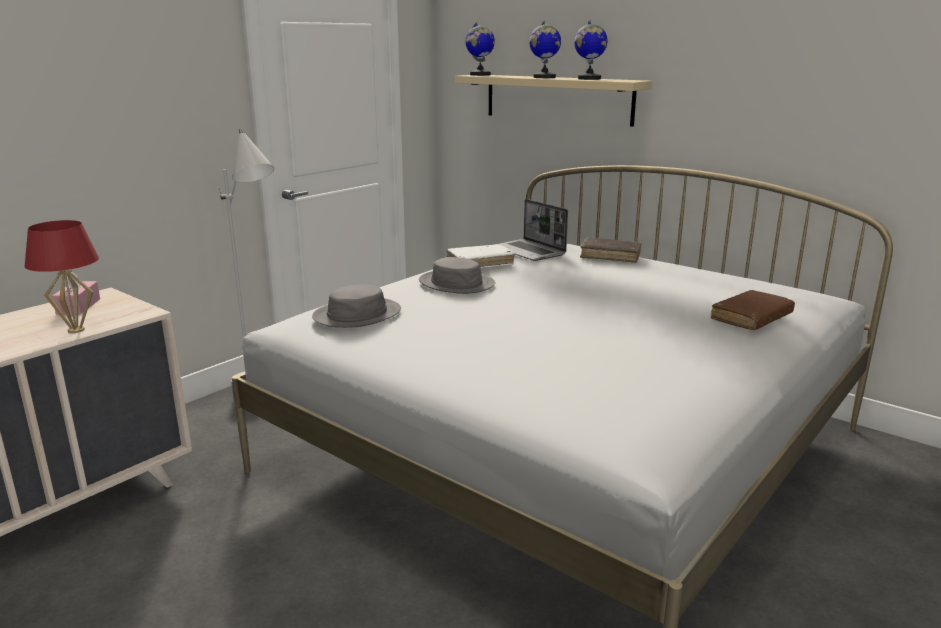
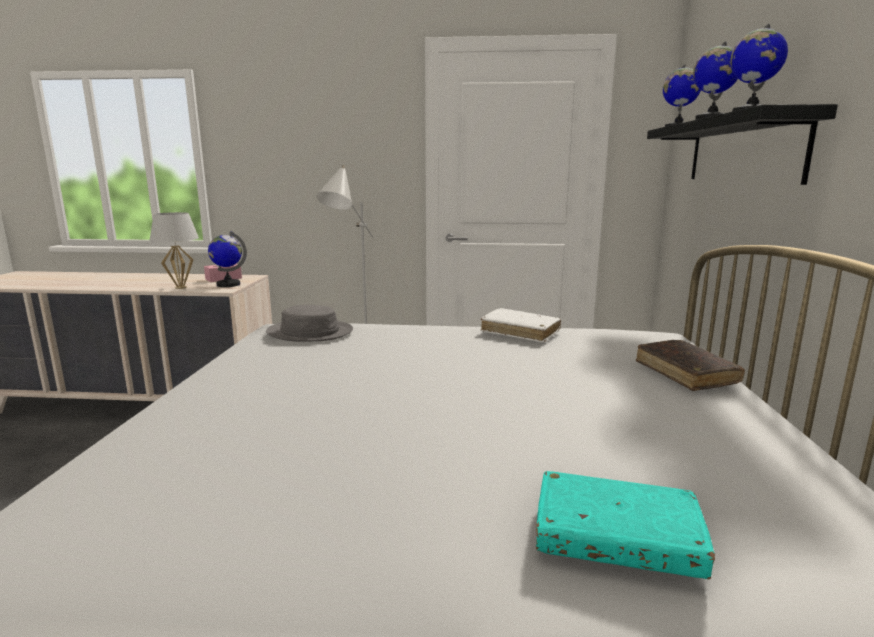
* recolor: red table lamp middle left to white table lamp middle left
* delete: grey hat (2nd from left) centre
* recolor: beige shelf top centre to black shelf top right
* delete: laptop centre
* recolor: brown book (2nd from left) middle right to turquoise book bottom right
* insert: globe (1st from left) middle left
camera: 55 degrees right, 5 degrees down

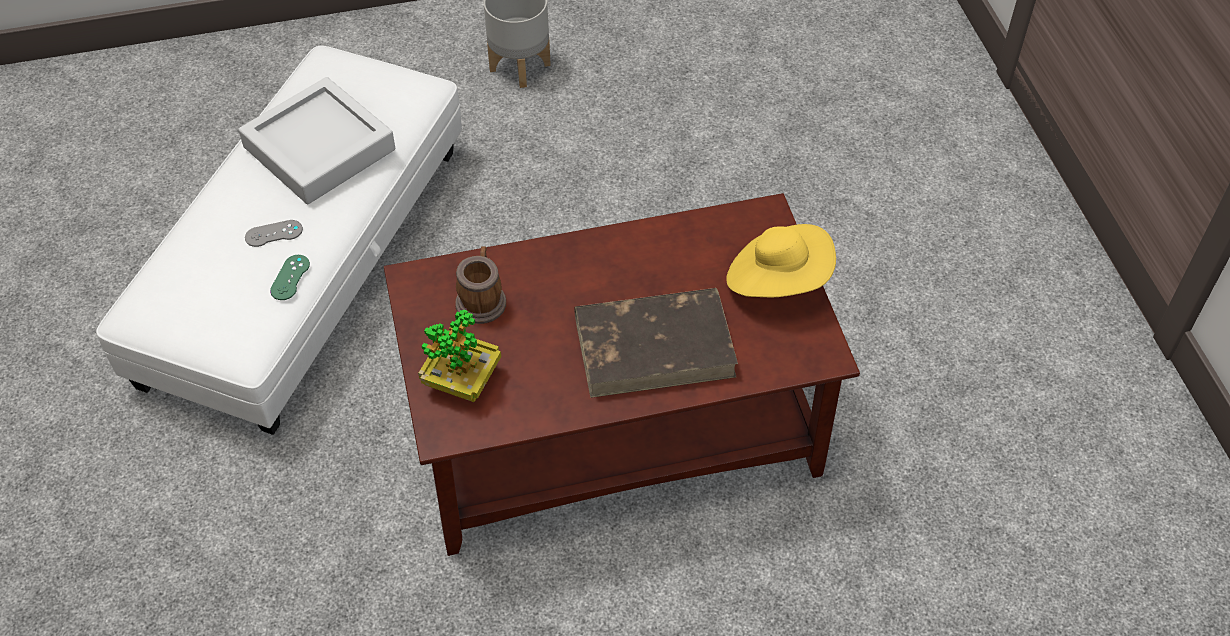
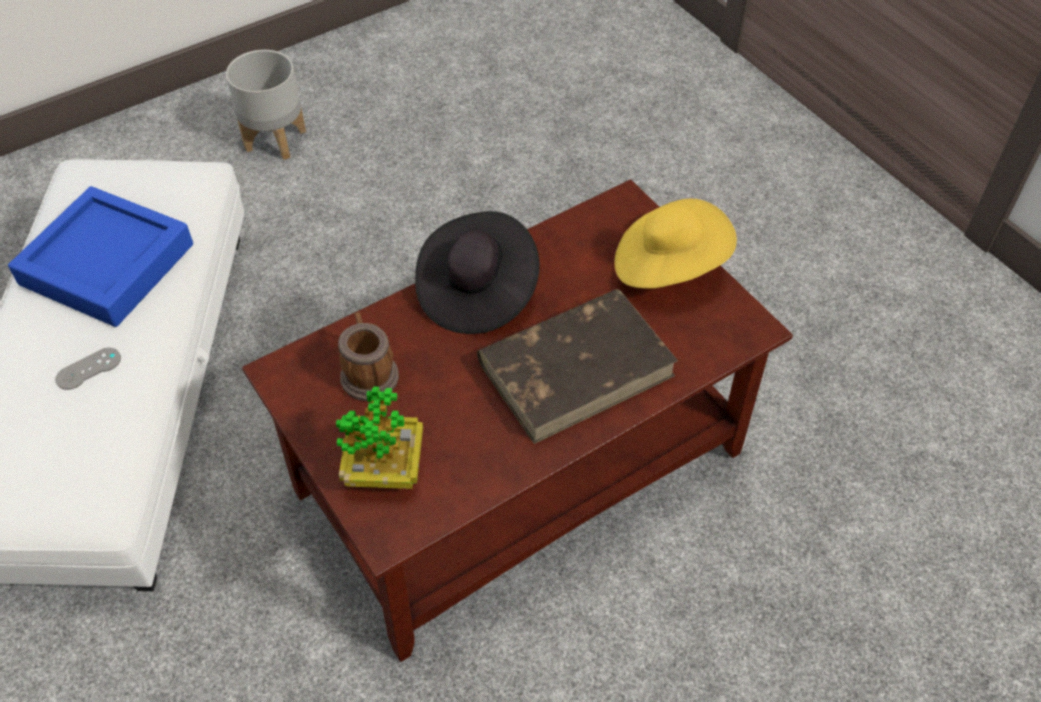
* recolor: grey tray top left to blue tray middle left
* delete: green game controller middle left
* insert: black hat centre
camera: 20 degrees left, 0 degrees up

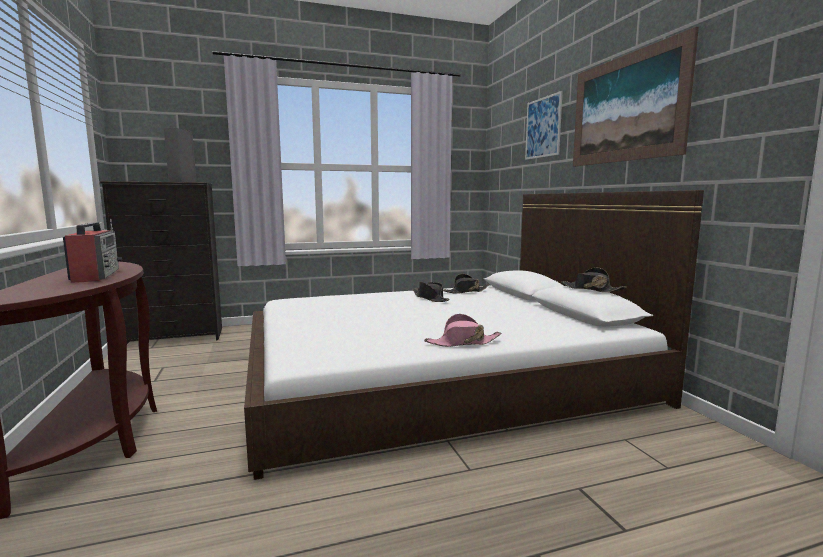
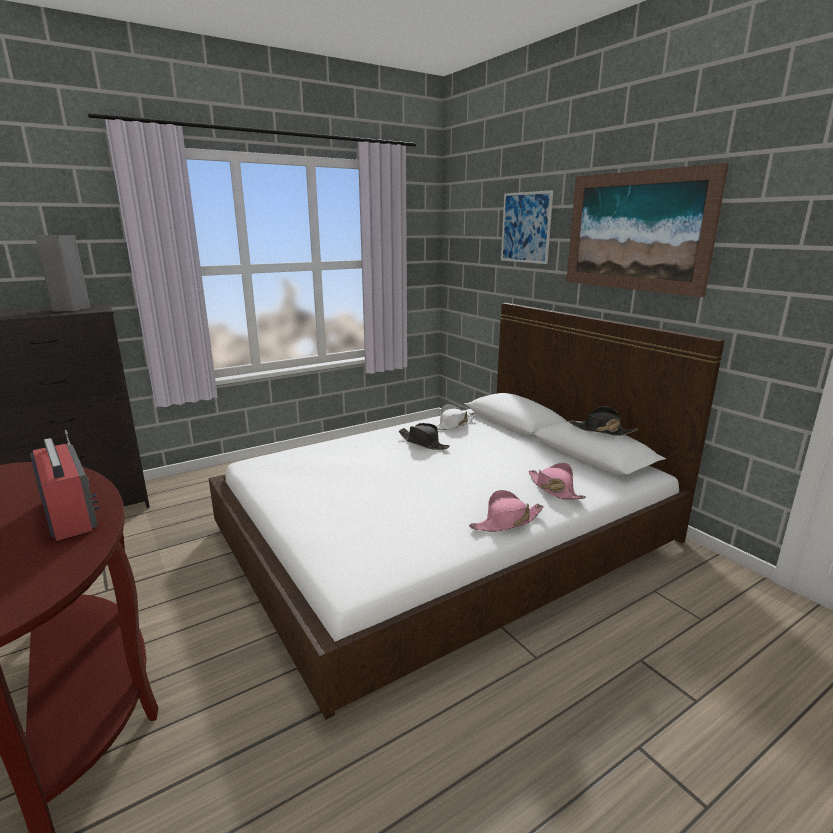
* recolor: black hat (2nd from left) centre to white hat centre
* insert: pink hat (2nd from left) middle right
camera: 15 degrees left, 10 degrees up

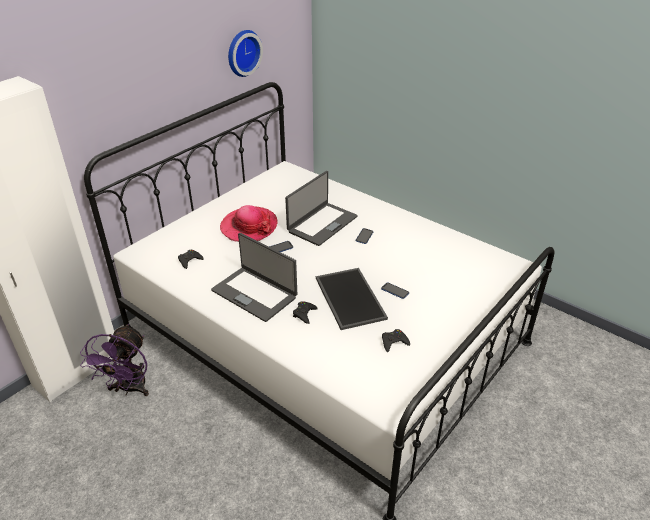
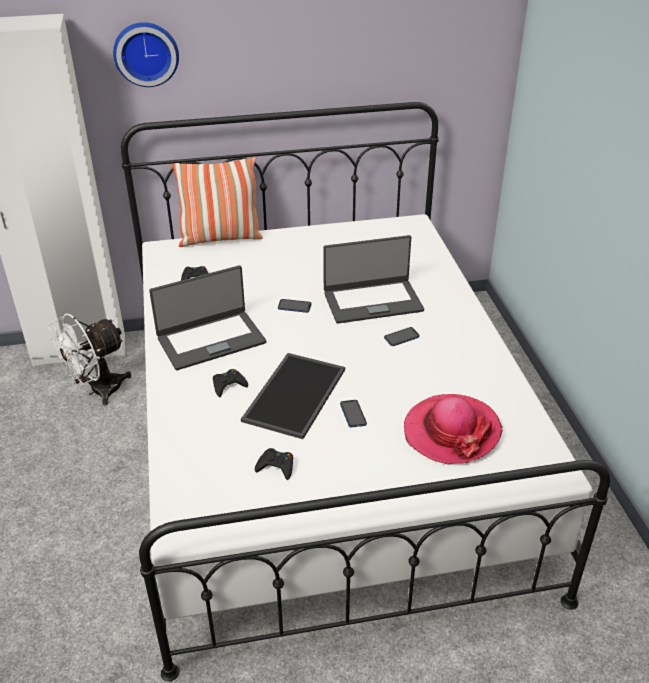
* recolor: purple fan bottom left to white fan middle left
* rotate: laptop (1st from left) centre = middle left 105 degrees counterclockwise
* move: hat centre to middle right
* move: wall clock top centre to top left
* insert: pillow top centre
camera: 40 degrees right, 0 degrees up

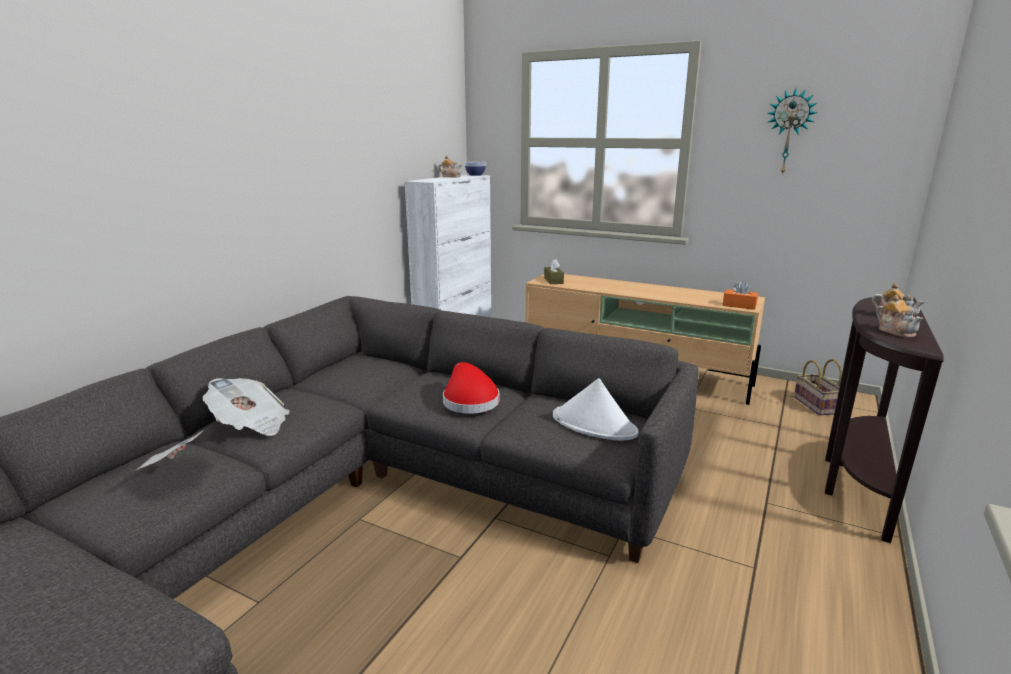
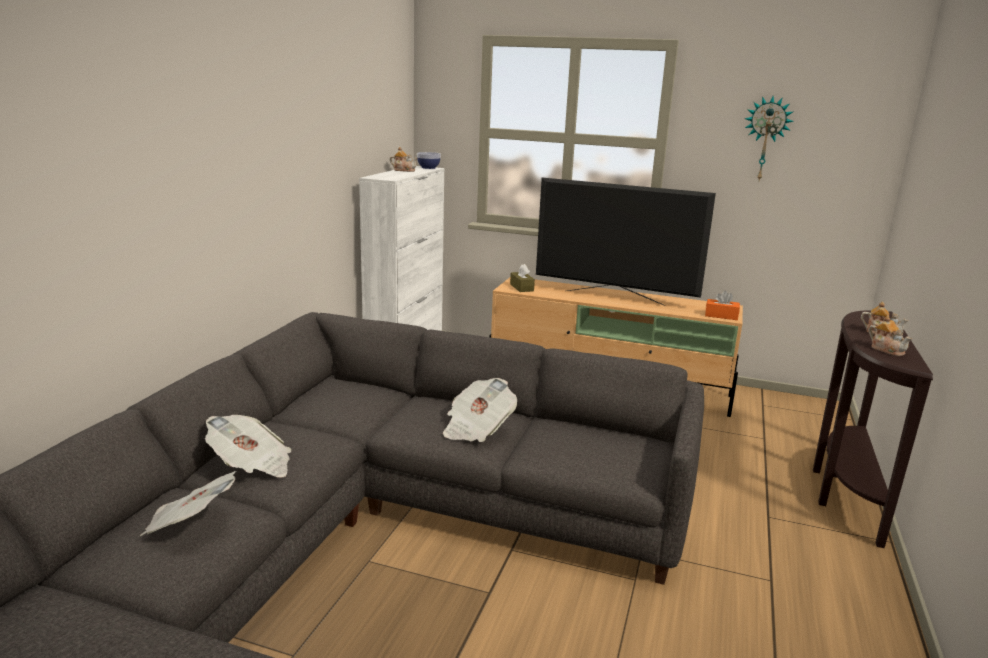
* replace: red hat centre to newspaper (3rd from left) centre
* delete: white hat centre
* delete: basket middle right
* insert: television centre
camera: 10 degrees left, 0 degrees up

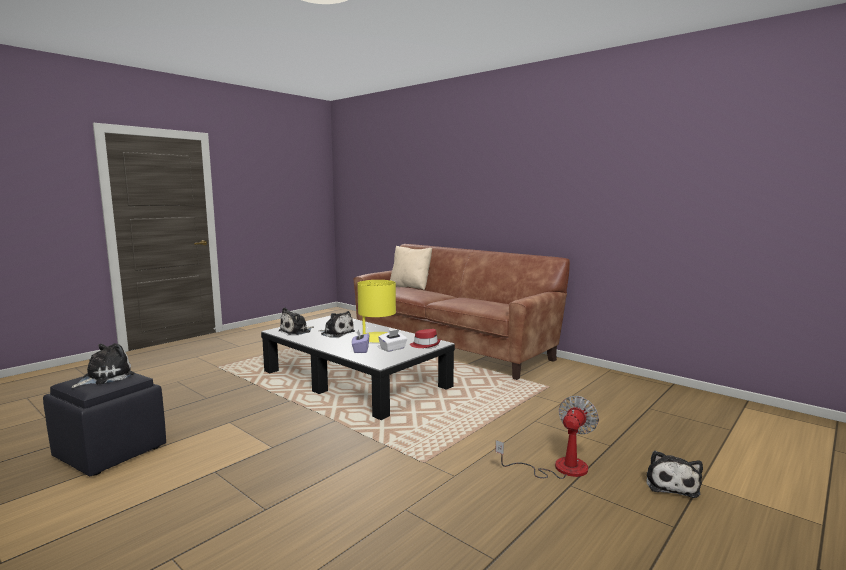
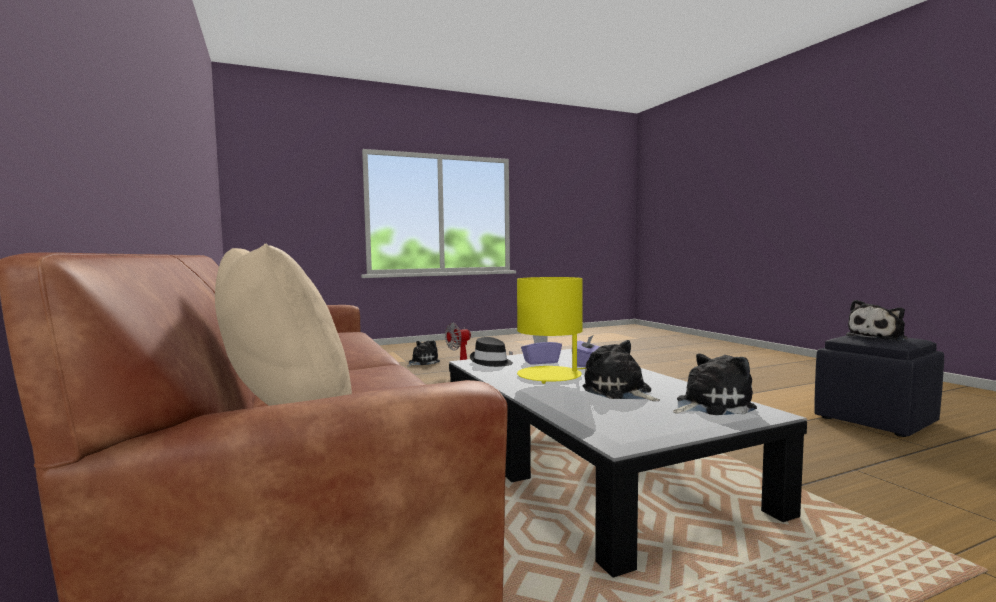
* recolor: white tissue box centre to purple tissue box (1st from left) centre
* recolor: red hat centre to black hat centre
camera: 155 degrees left, 5 degrees down

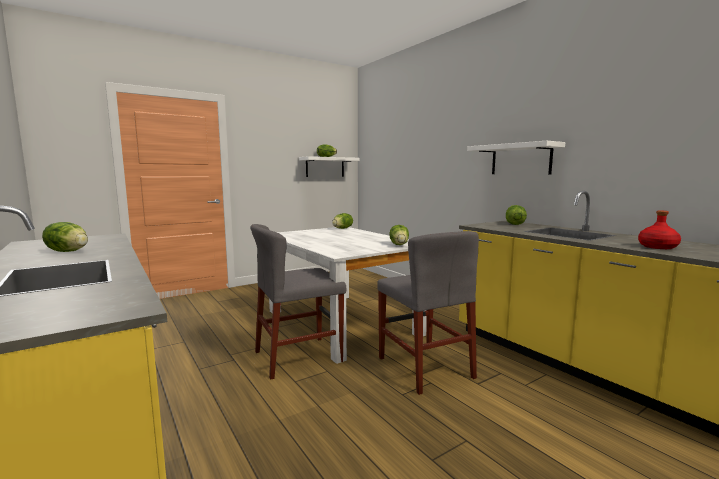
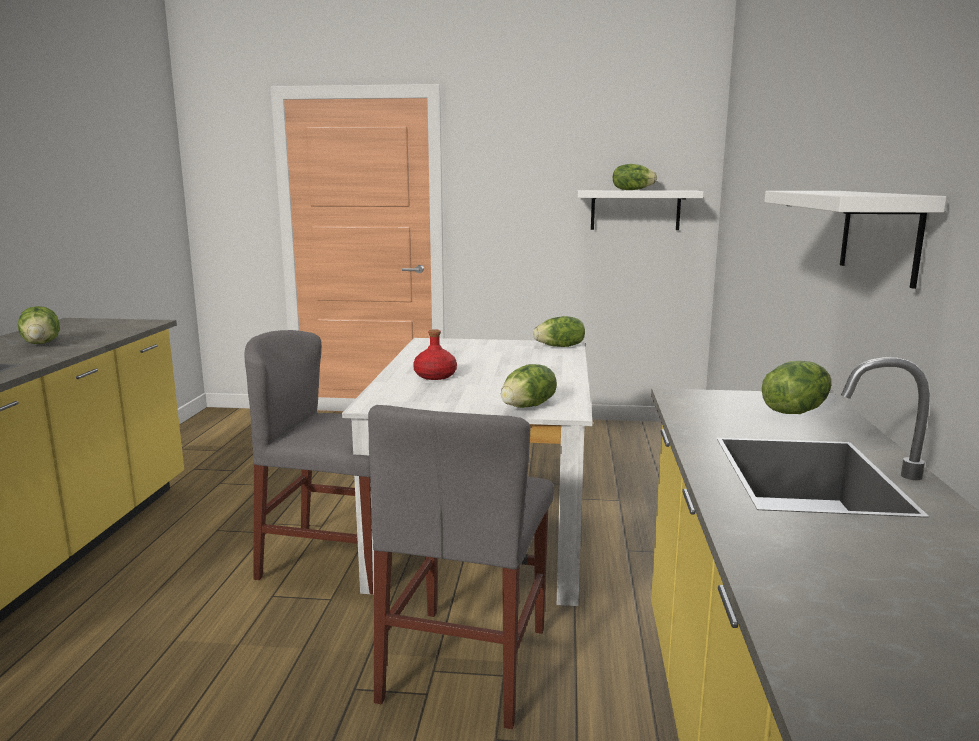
* move: red bottle middle right to centre
camera: 40 degrees right, 5 degrees up

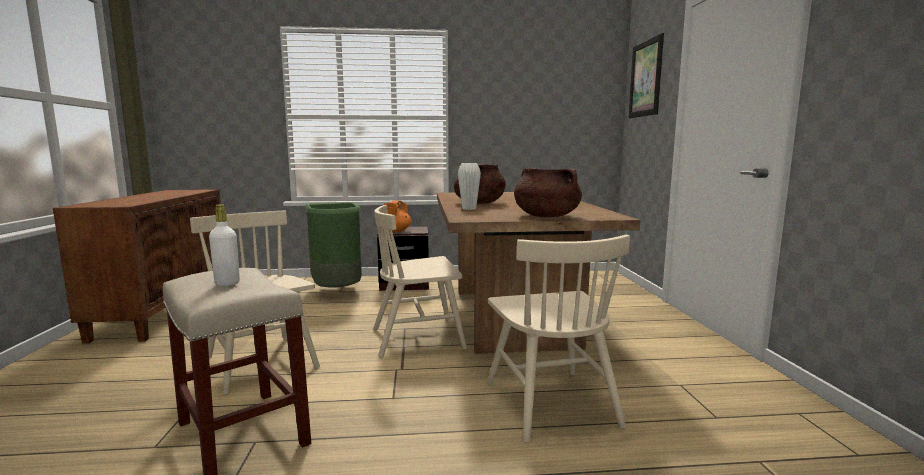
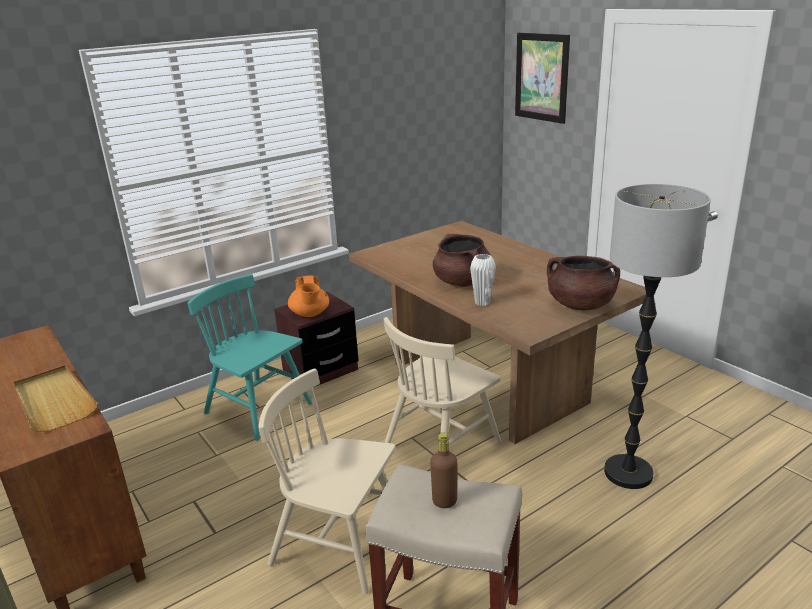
* recolor: white bottle middle left to brown bottle bottom centre
* replace: green trash can centre to turquoise chair middle left
* replace: beige chair (3rd from left) bottom centre to floor lamp middle right
* insert: beige tray middle left
camera: 30 degrees left, 15 degrees up

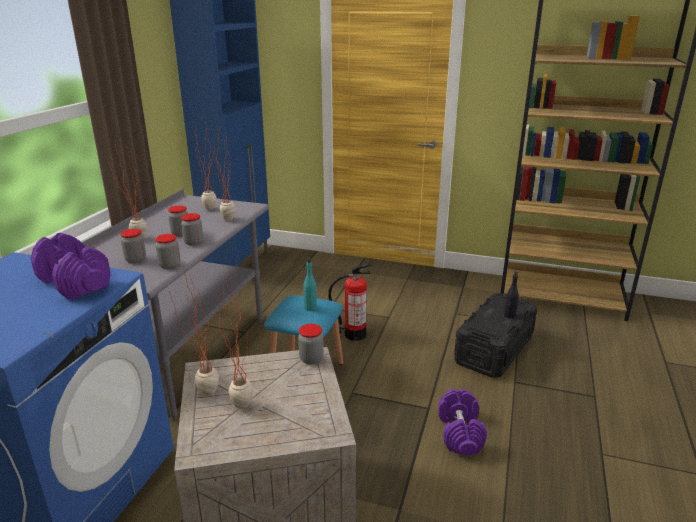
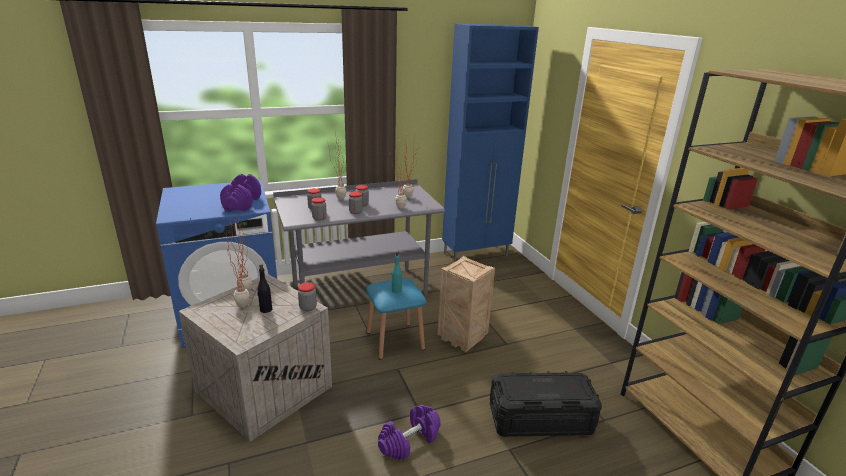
* replace: fire extinguisher centre to crate (2nd from left) centre
* move: black bottle middle right to middle left
camera: 50 degrees right, 0 degrees up

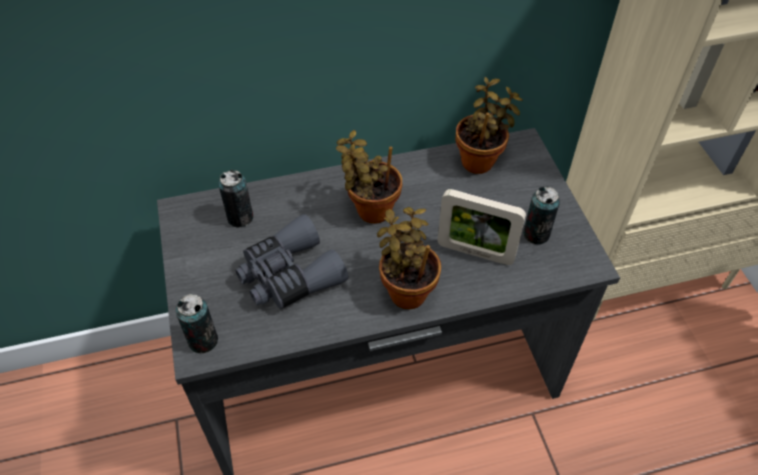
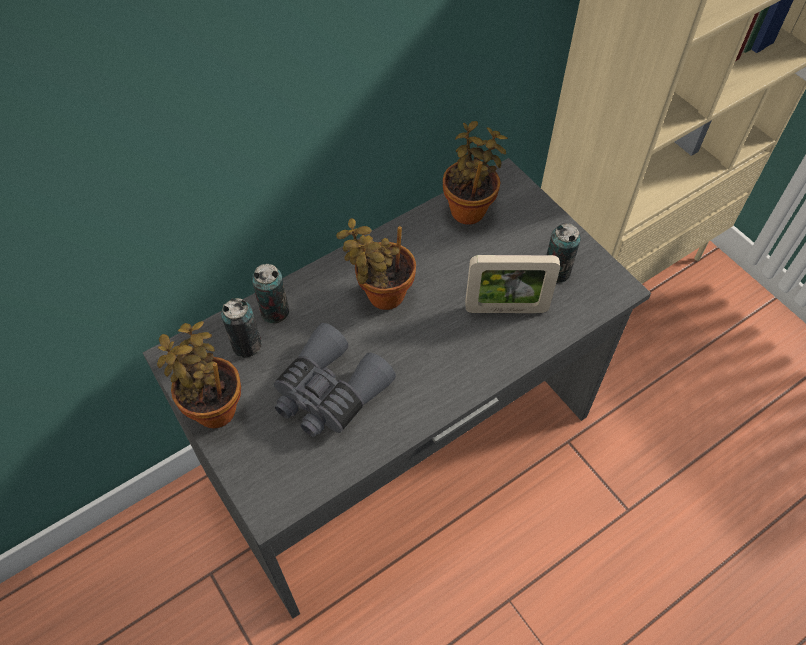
* move: can (1st from left in the first image) bottom left to can (2nd from left) centre
* move: potted plant (2nd from left in the first image) centre to potted plant (1st from left) middle left
camera: 20 degrees left, 5 degrees up

